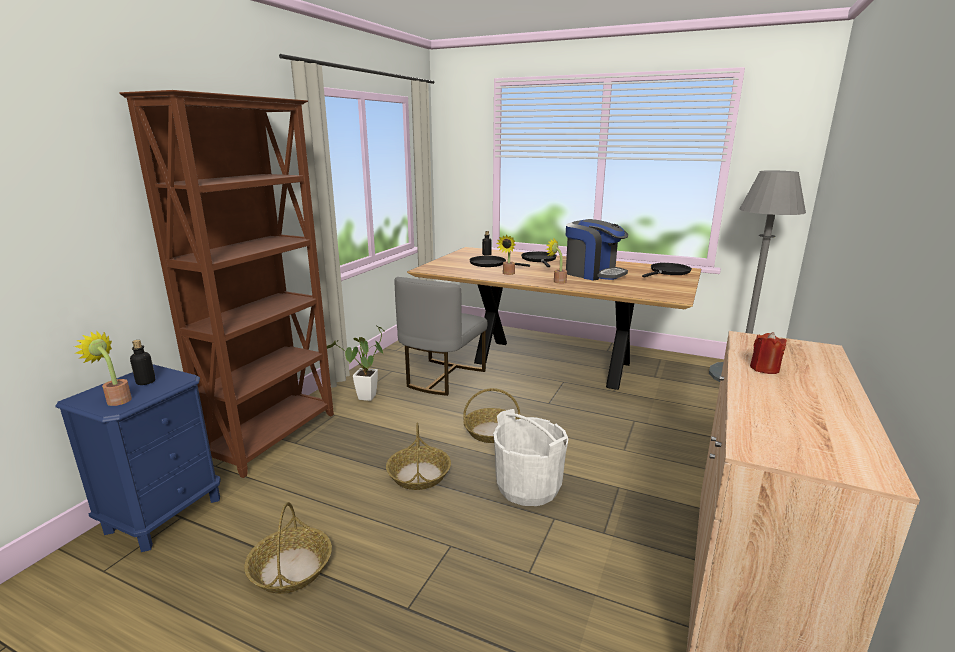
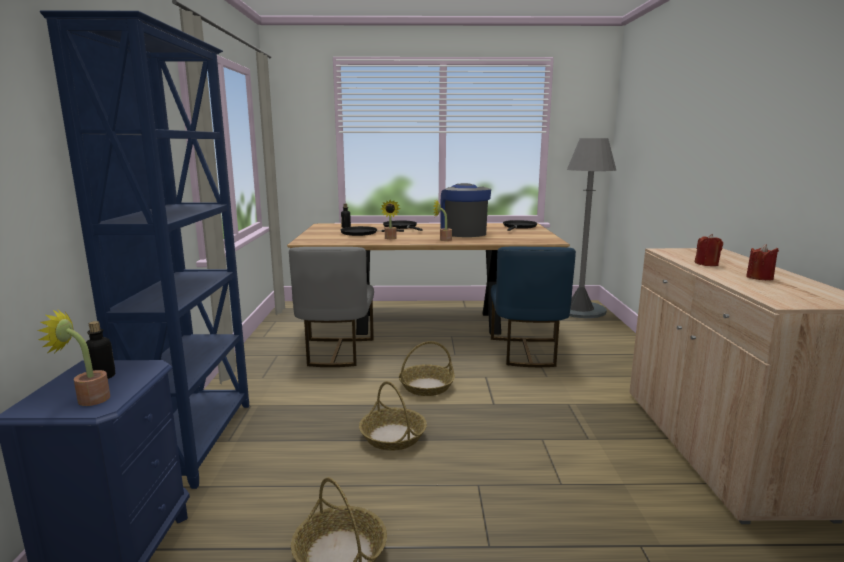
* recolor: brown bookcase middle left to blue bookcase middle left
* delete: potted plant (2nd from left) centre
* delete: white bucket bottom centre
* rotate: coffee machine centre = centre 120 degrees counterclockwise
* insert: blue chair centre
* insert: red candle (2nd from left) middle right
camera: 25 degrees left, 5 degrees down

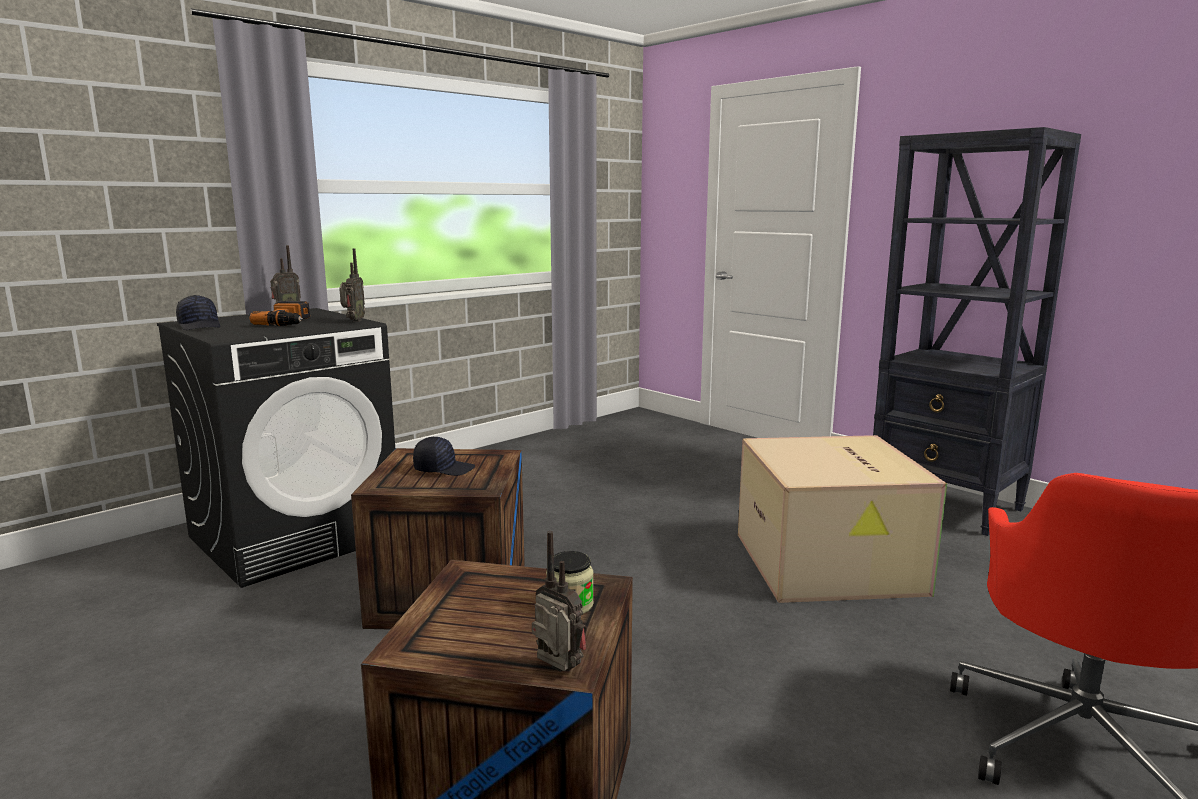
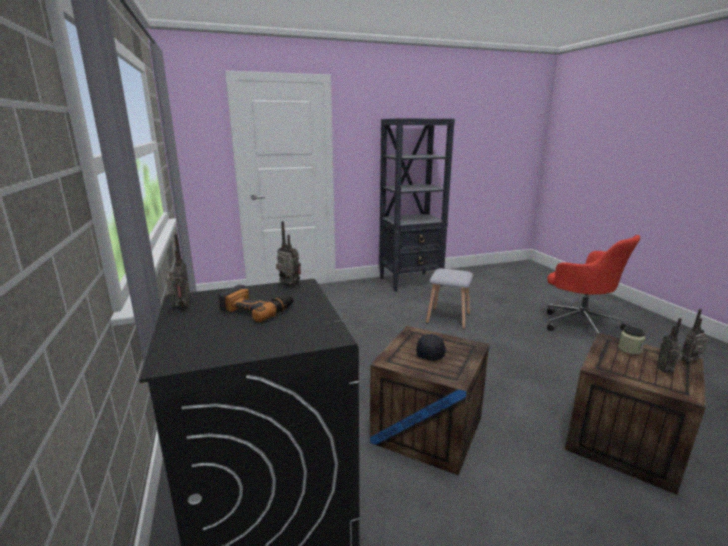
* delete: black cap (1st from left) middle left
* replace: cardboard box middle right to grey stool centre
* insert: radio (3rd from left) middle right
camera: 65 degrees left, 5 degrees up

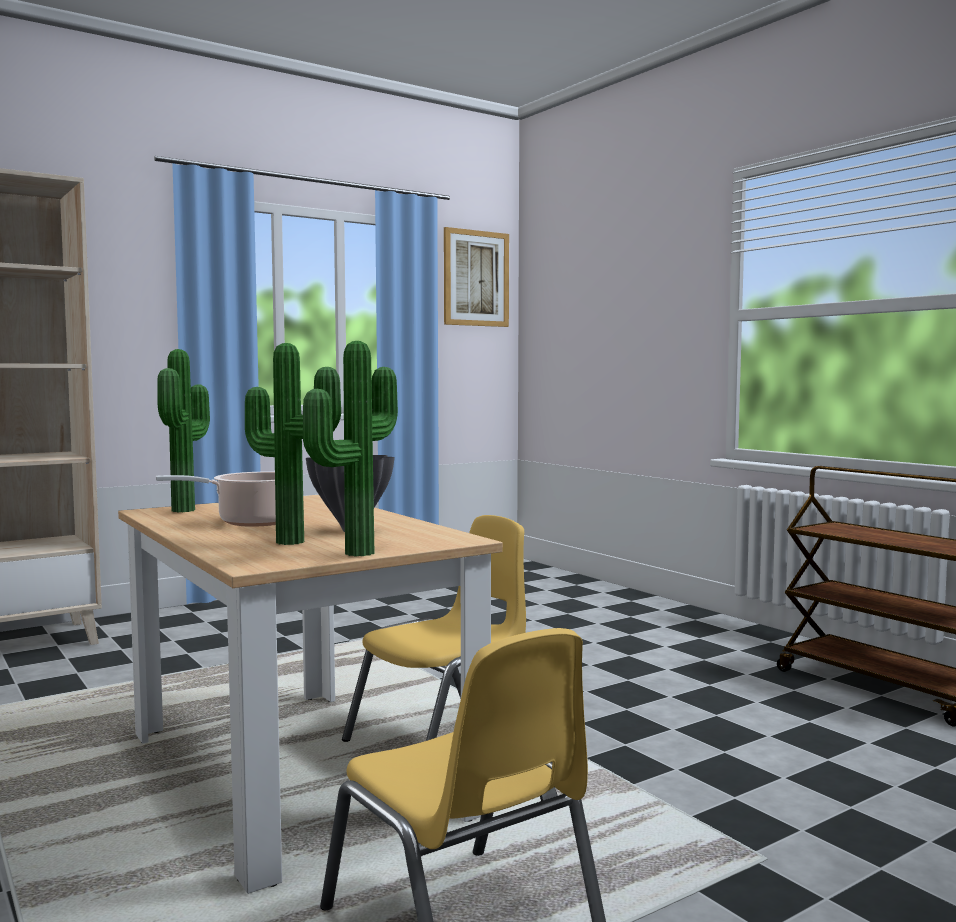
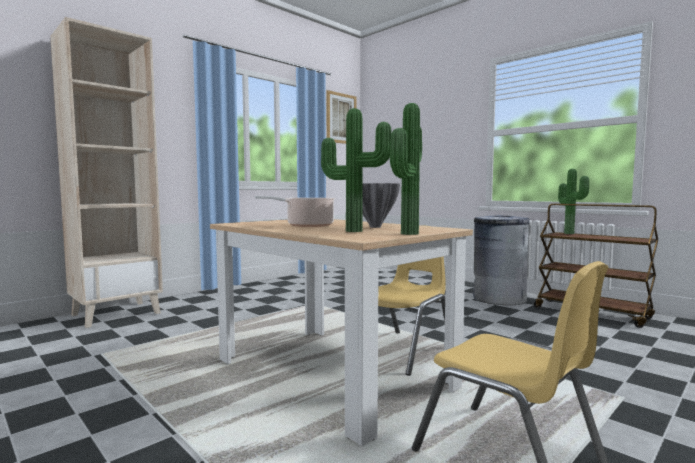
* move: potted plant (1st from left in the first image) middle left to potted plant (3rd from left) middle right
* insert: grey trash can middle right
camera: 10 degrees left, 0 degrees up

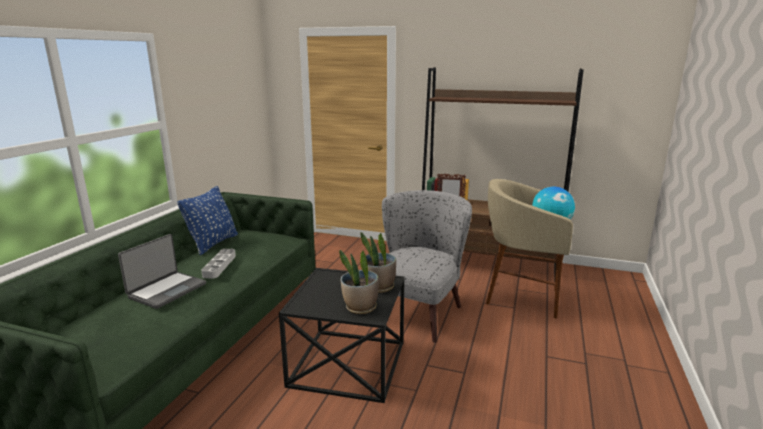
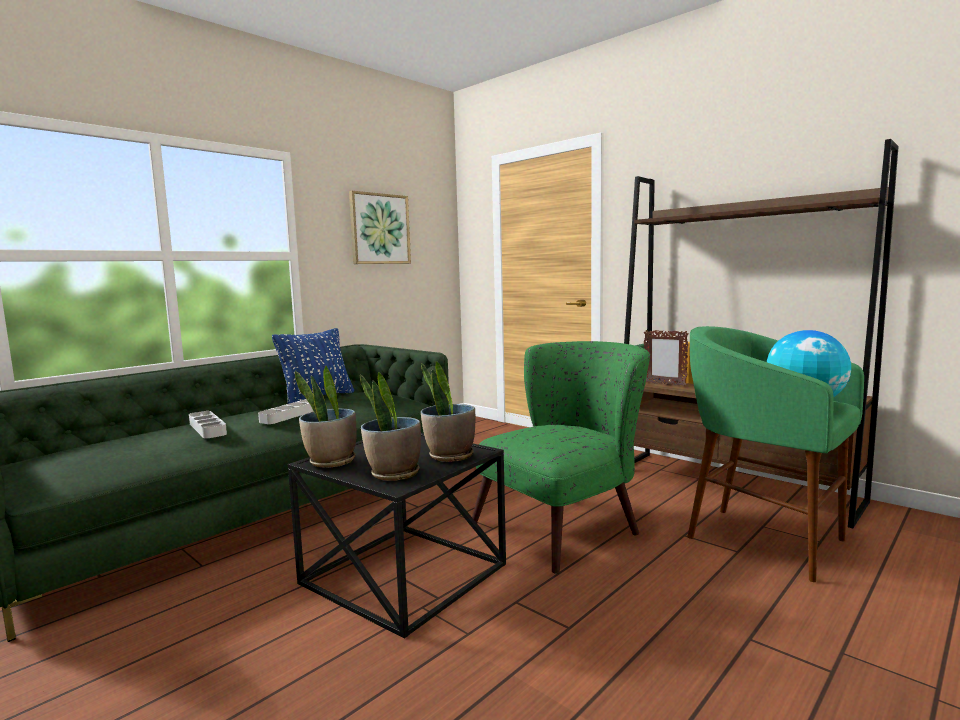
* replace: laptop middle left to grey tray (1st from left) middle left
* recolor: grey armchair centre to green armchair centre
* recolor: beige stool middle right to green stool middle right
* insert: potted plant (1st from left) centre
* insert: picture top centre
camera: 25 degrees right, 10 degrees down

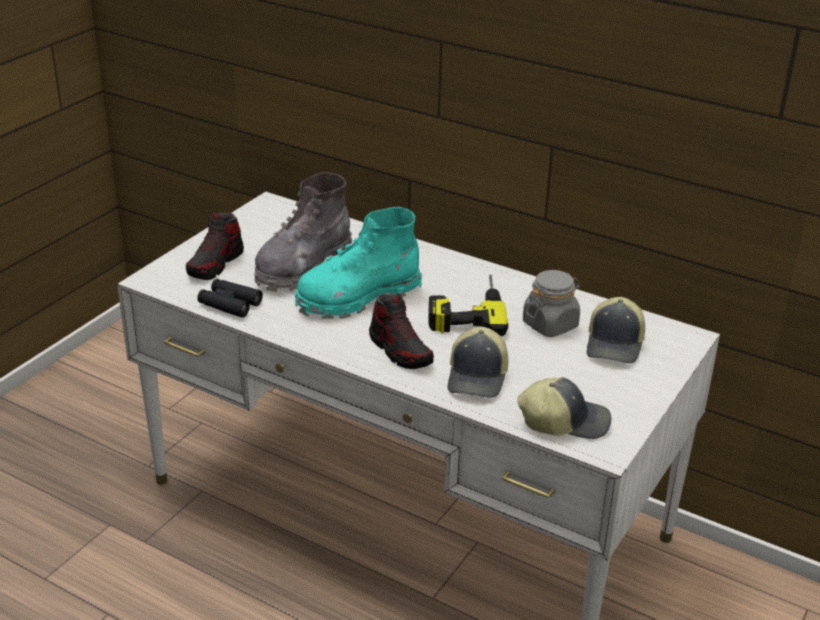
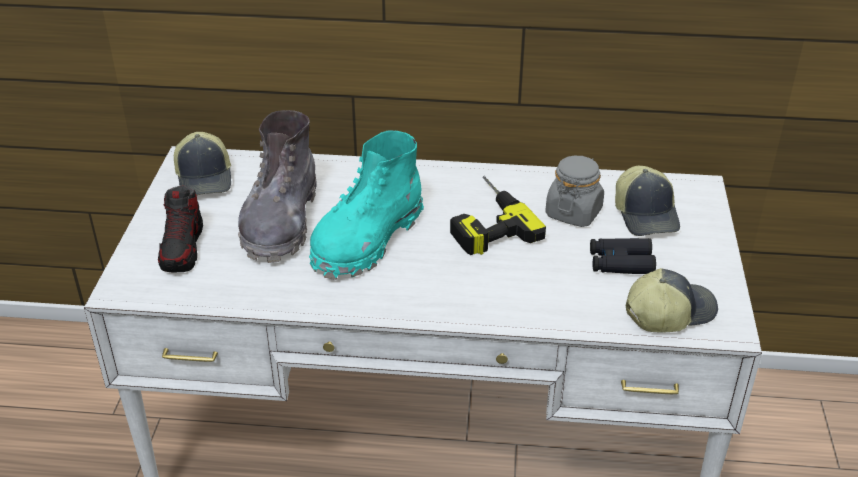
* move: black binoculars middle left to middle right
* delete: shoe (2nd from left) centre
* move: cap (1st from left) centre to middle left
camera: 25 degrees left, 5 degrees up

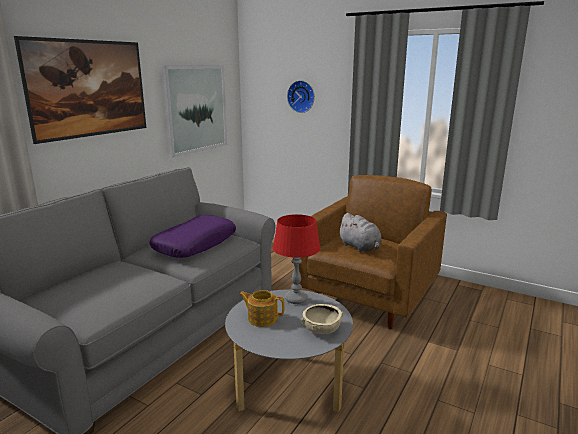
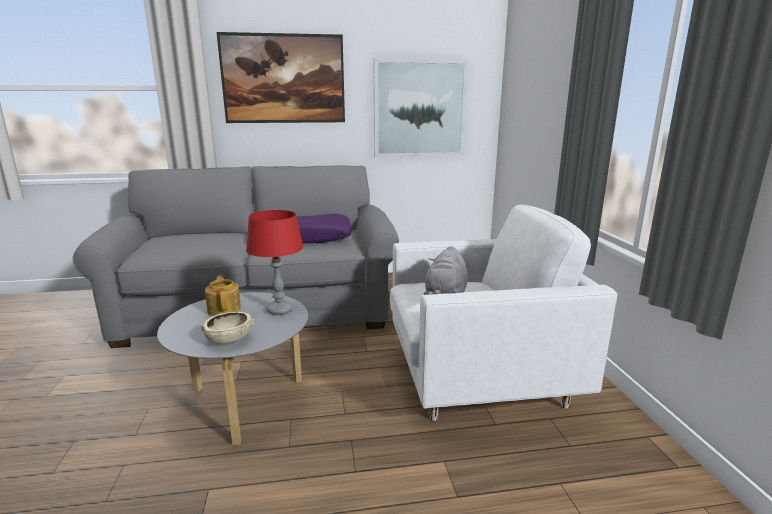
* delete: wall clock top centre
* recolor: brown armchair centre to white armchair centre
camera: 50 degrees right, 0 degrees up

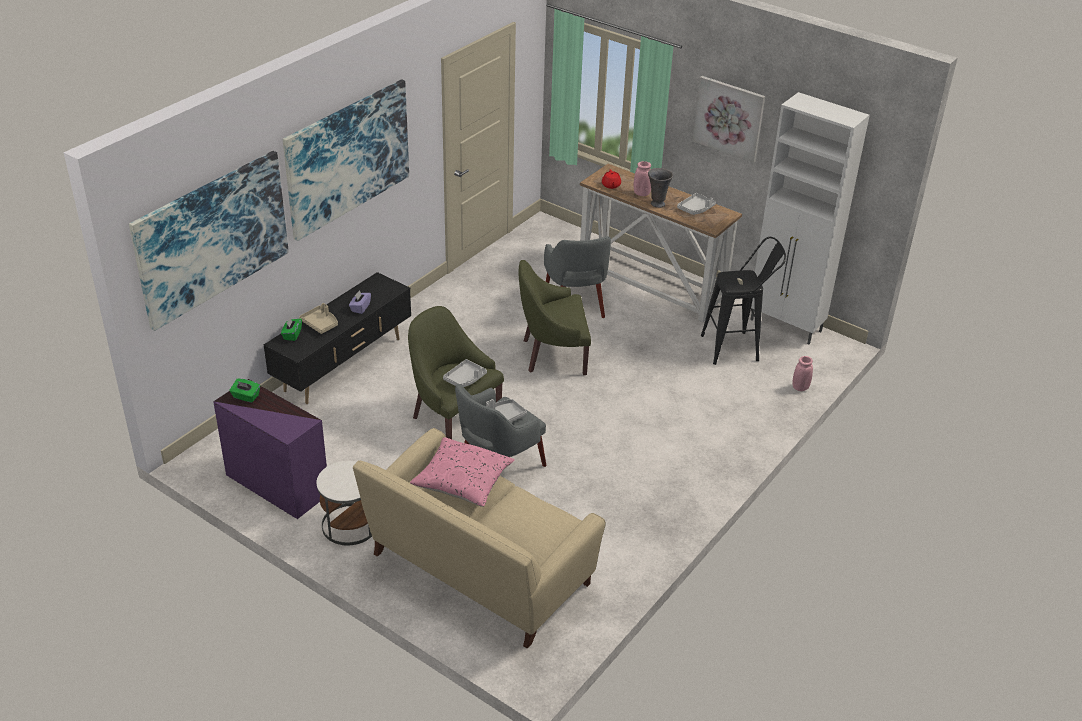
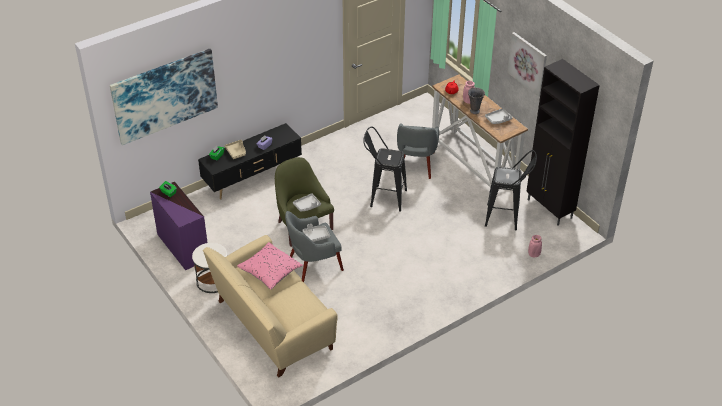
* delete: picture (2nd from left) top left
* replace: green armchair (2nd from left) centre to black stool (1st from left) centre
* recolor: white cabinet top right to black cabinet middle right
camera: 20 degrees right, 5 degrees up

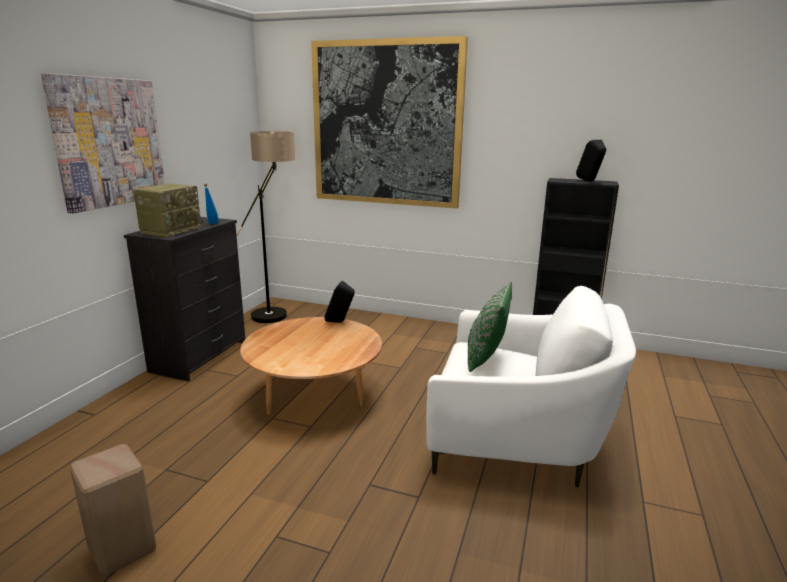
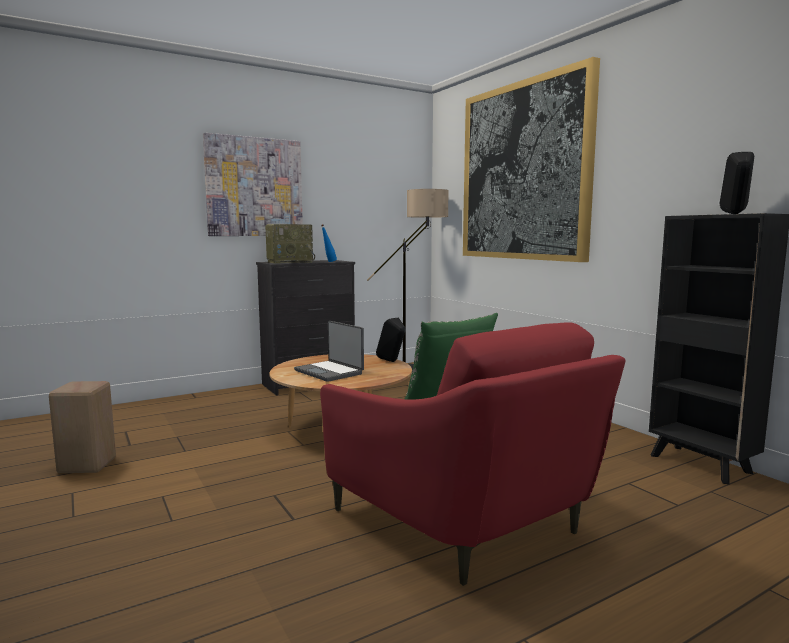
* recolor: white armchair middle right to red armchair bottom centre
* insert: laptop centre
camera: 40 degrees right, 10 degrees down

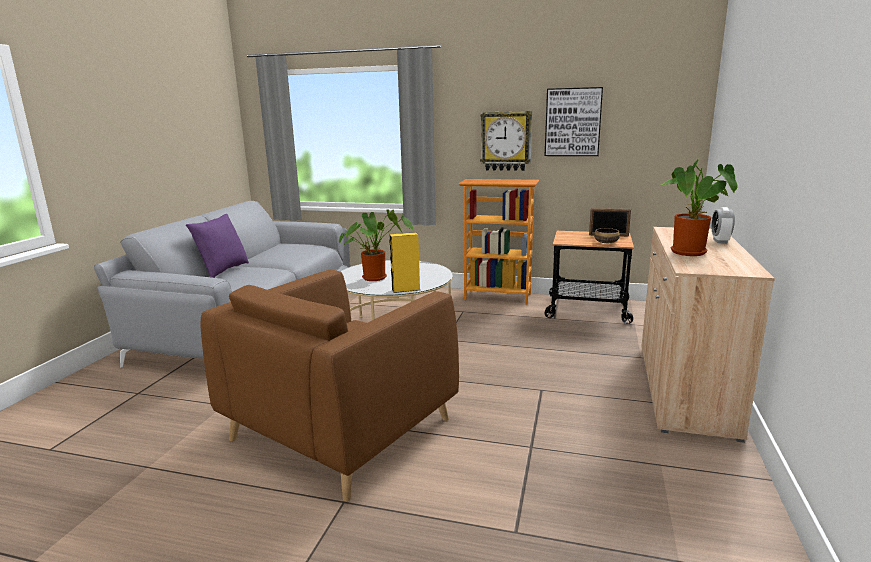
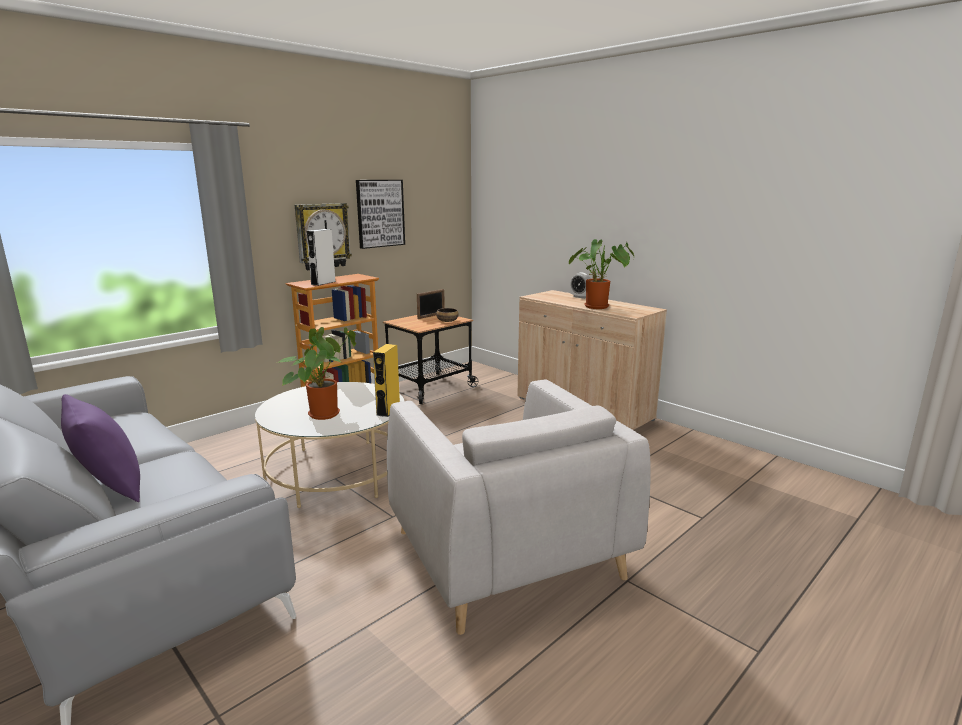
* recolor: brown armchair bottom centre to grey armchair bottom centre
* insert: white speaker centre
camera: 60 degrees left, 0 degrees up

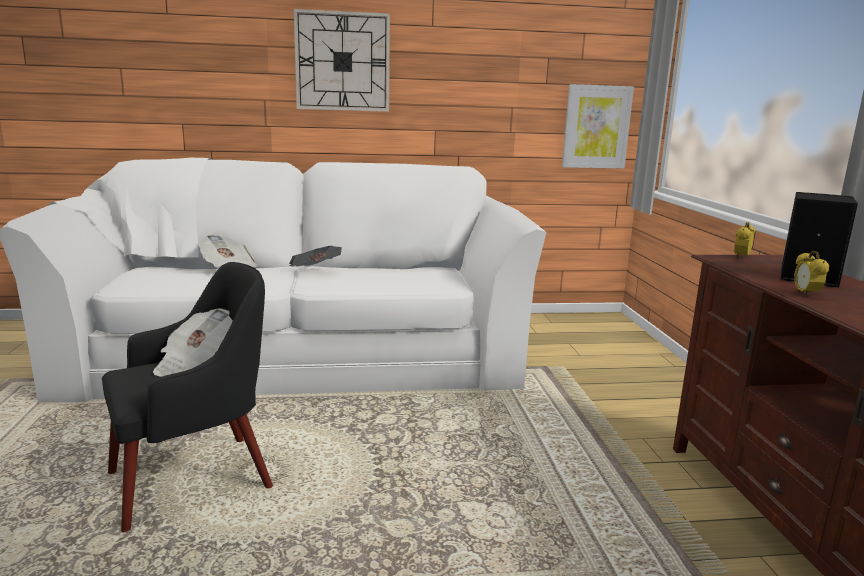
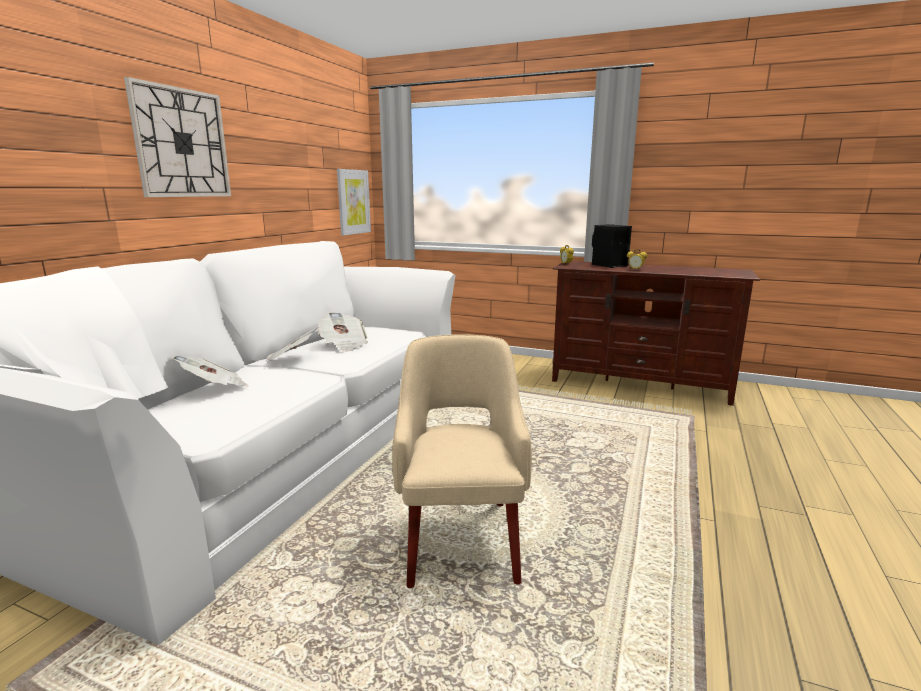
* recolor: black armchair bottom left to beige armchair bottom centre
* move: newspaper (1st from left in the first image) middle left to newspaper (3rd from left) centre
camera: 60 degrees left, 0 degrees up

